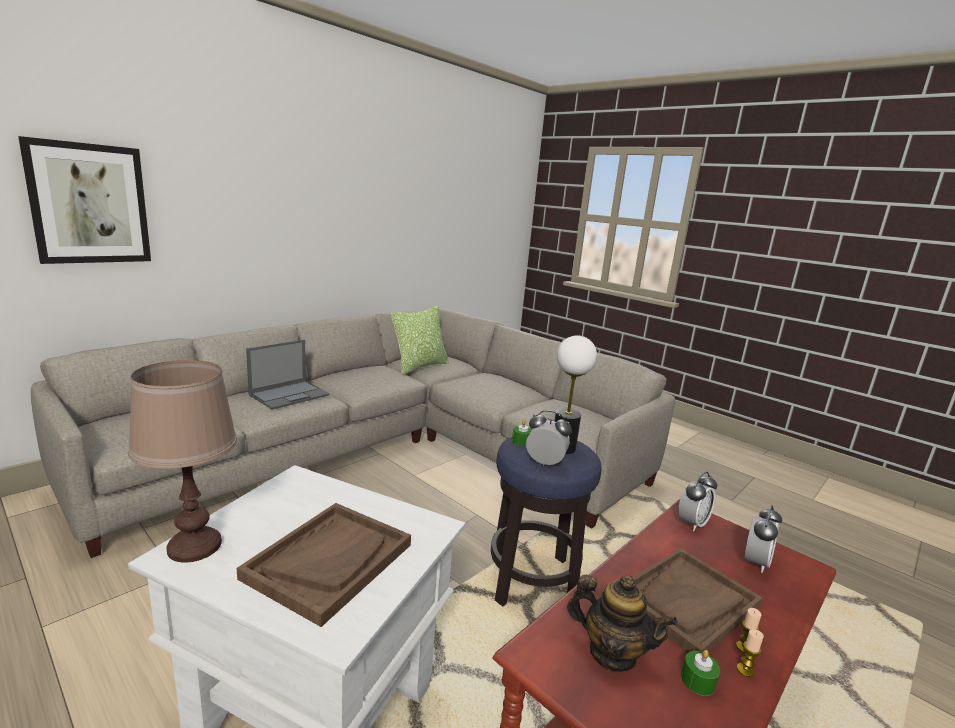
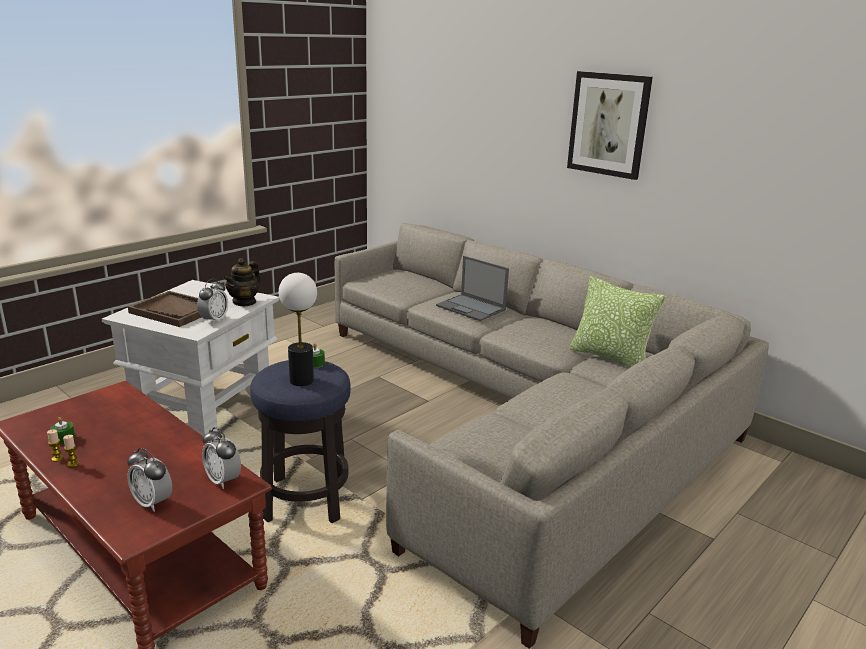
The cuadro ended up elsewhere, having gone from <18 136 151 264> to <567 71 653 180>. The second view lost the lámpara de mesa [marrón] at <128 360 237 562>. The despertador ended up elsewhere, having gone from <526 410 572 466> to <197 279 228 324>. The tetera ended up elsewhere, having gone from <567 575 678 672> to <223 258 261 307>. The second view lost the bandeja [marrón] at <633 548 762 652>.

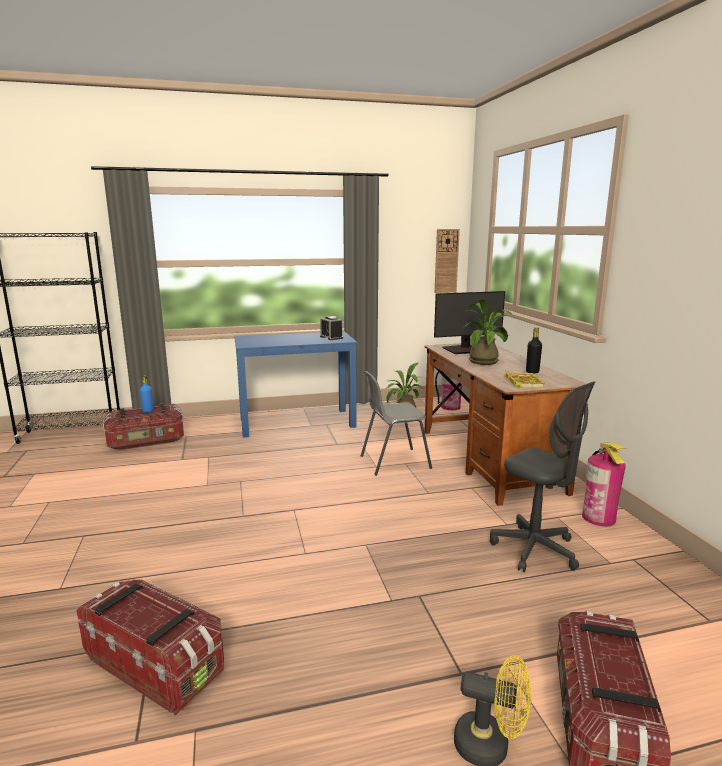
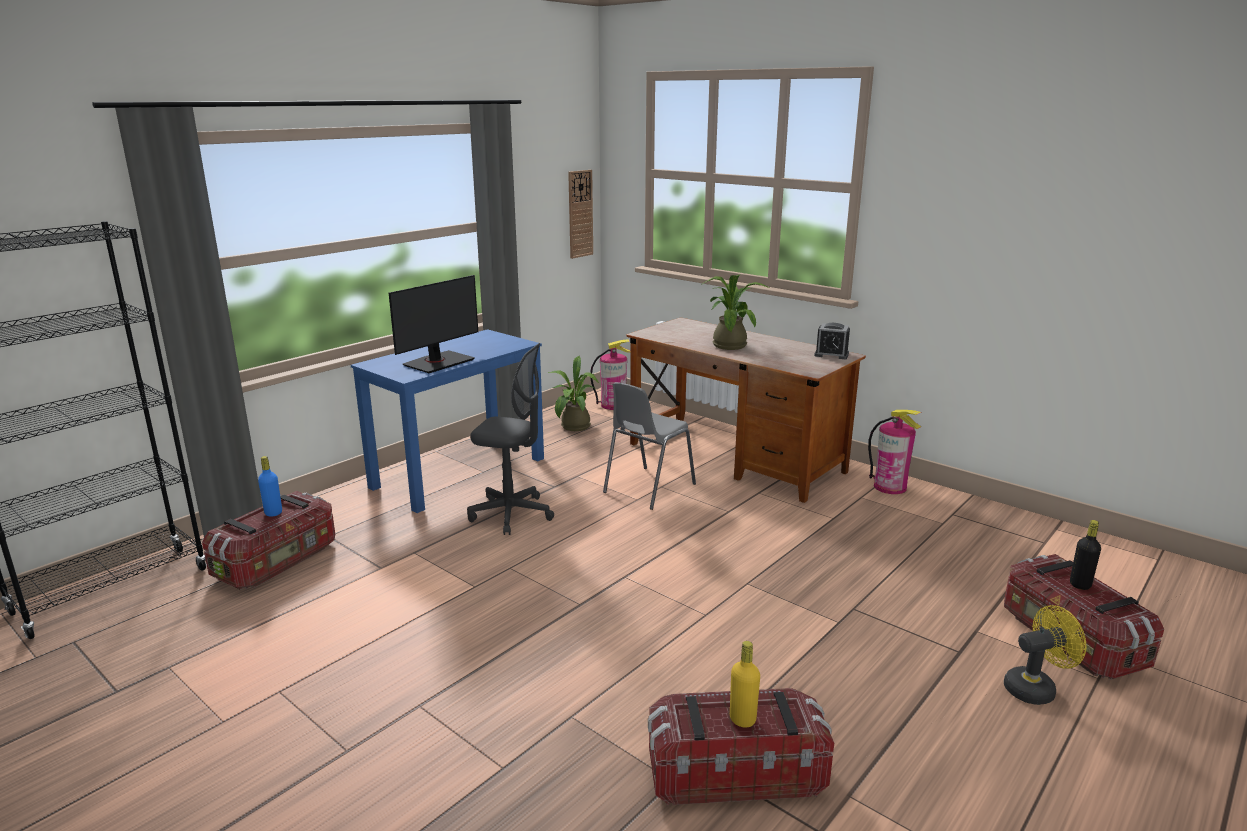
The despertador ended up elsewhere, having gone from <320 316 343 340> to <814 323 850 359>. The monitor ended up elsewhere, having gone from <434 291 505 354> to <389 275 478 373>. The silla de oficina [gris] ended up elsewhere, having gone from <490 381 595 572> to <467 343 554 535>. The second view lost the libro at <504 371 545 389>. The botella [negro] ended up elsewhere, having gone from <526 327 542 373> to <1070 520 1101 590>. The second view gained the botella [amarillo] at <730 641 760 727>.

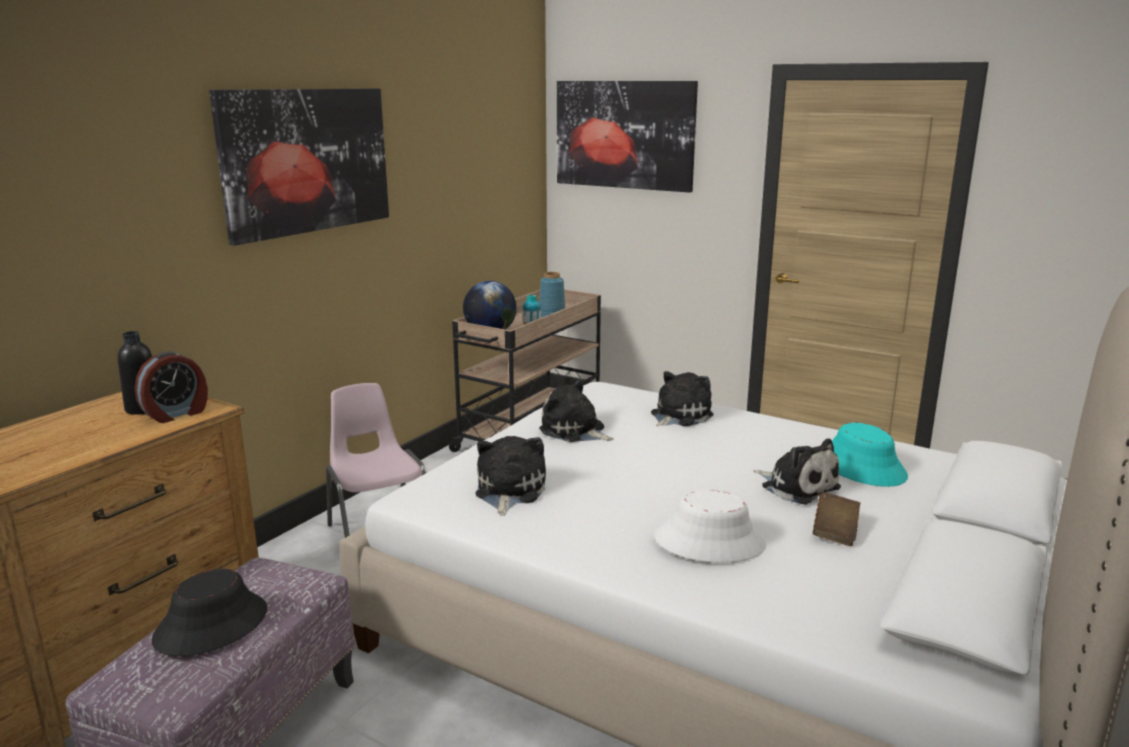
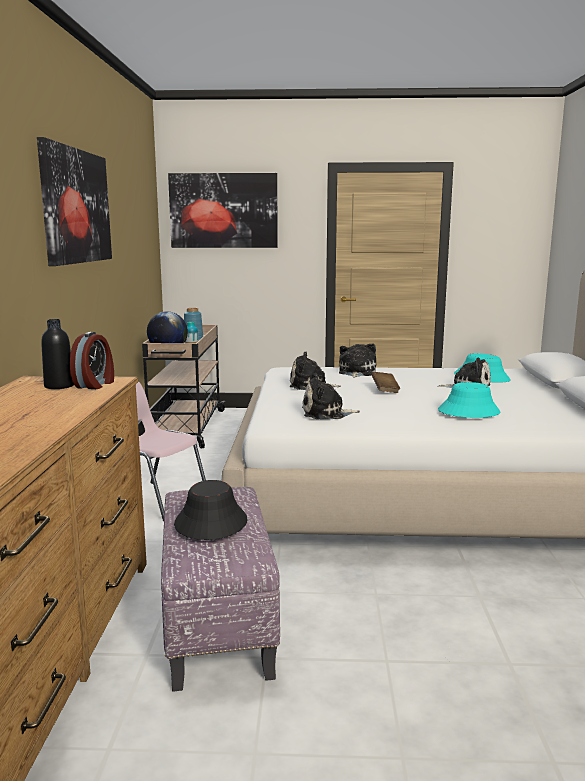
The peluche at <476 436 546 516> ended up facing another way, 75 degrees counterclockwise from before. What was the sombrero [blanco] at <654 490 766 563> turned into the sombrero [turquesa] at <438 382 500 418>. The libro [marrón] ended up elsewhere, having gone from <813 492 860 546> to <371 372 400 393>.

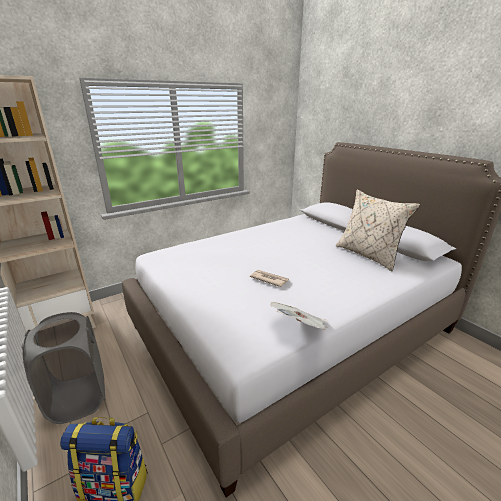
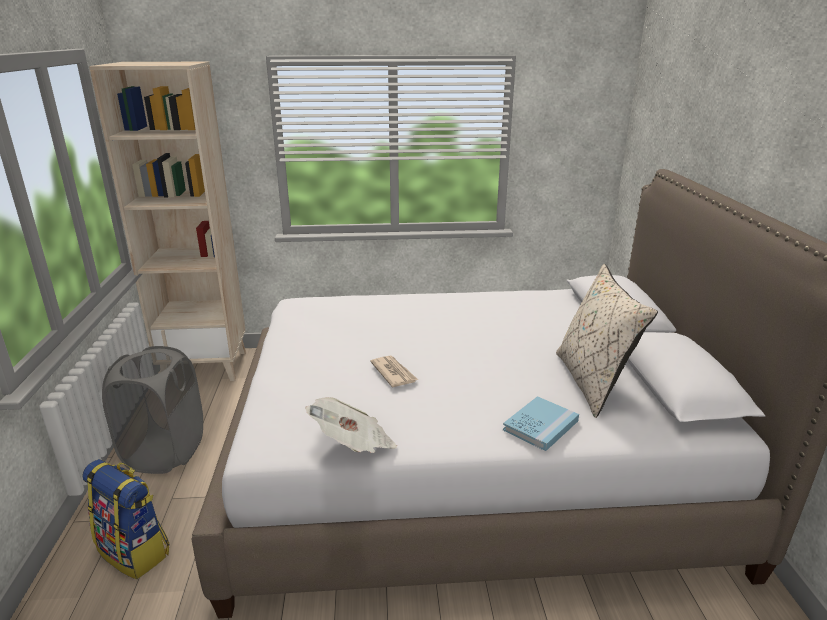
The second view gained the libro [azul] at <503 396 579 451>.

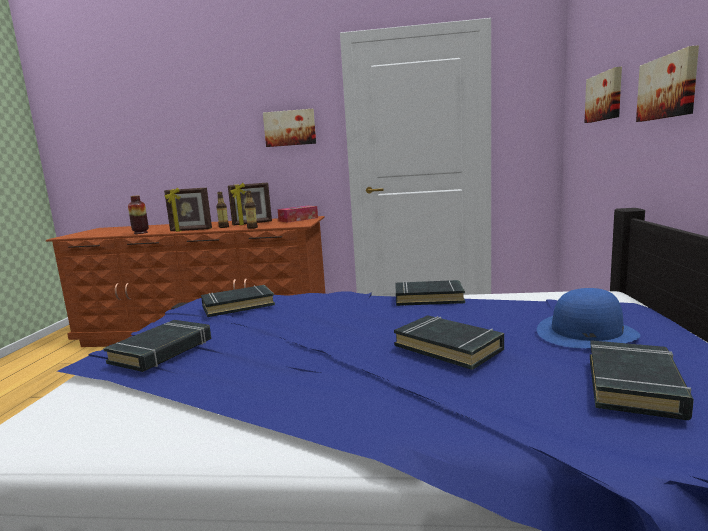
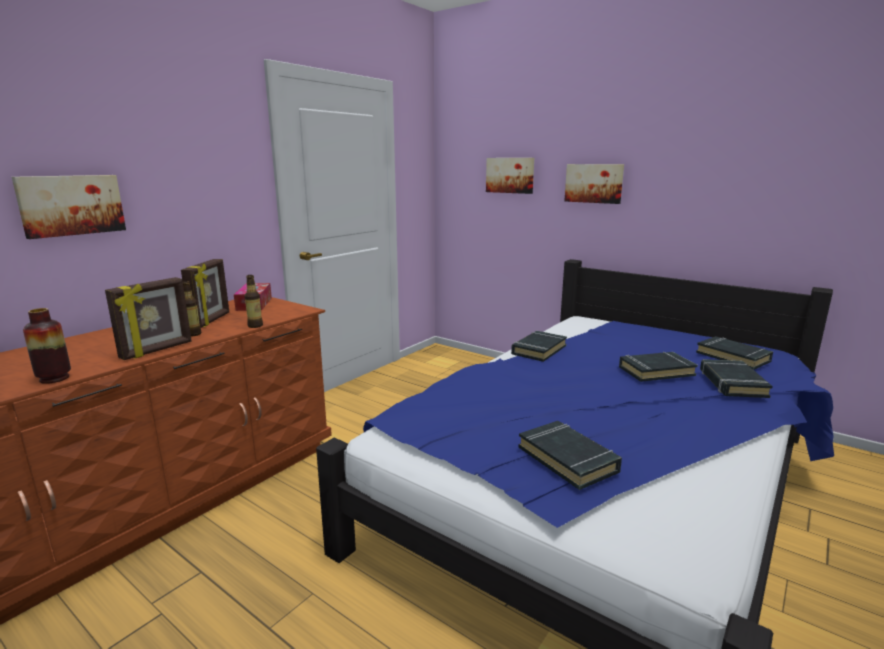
The libro [negro] ended up elsewhere, having gone from <201 285 275 317> to <700 359 773 398>. The cuadro ended up elsewhere, having gone from <263 109 316 147> to <12 175 126 239>. The second view lost the sombrero [azul] at <537 288 640 348>.

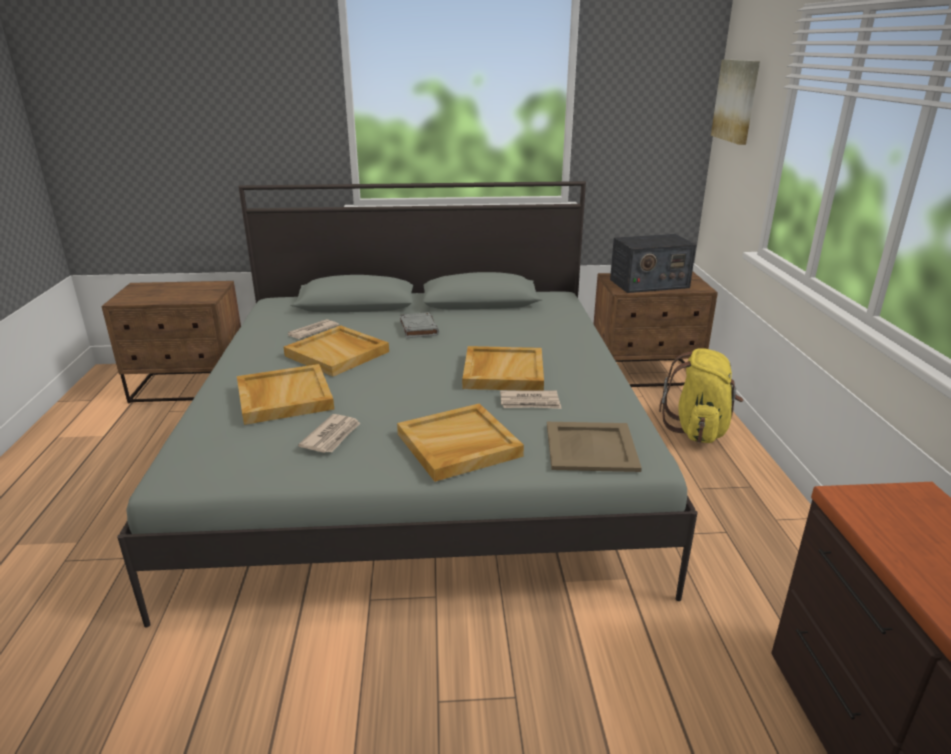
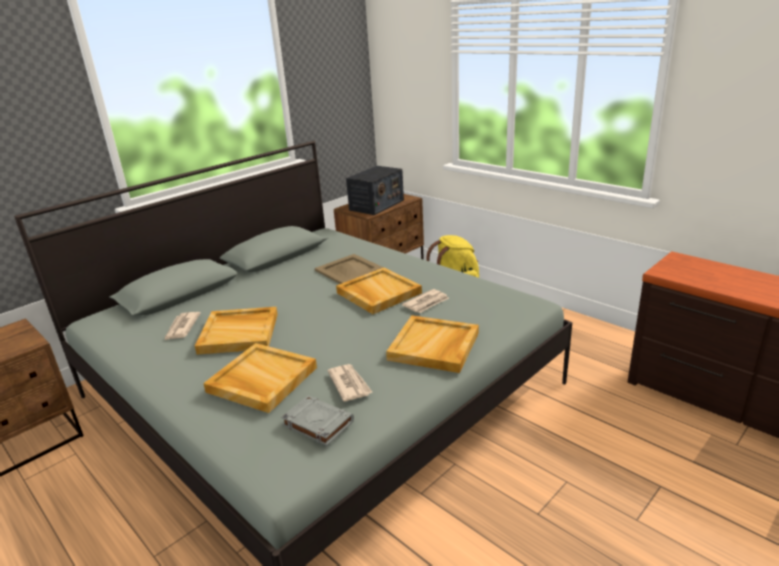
The libro [gris] ended up elsewhere, having gone from <400 312 439 338> to <281 396 354 446>. The bandeja [beis] ended up elsewhere, having gone from <547 422 642 472> to <315 254 384 284>. The second view lost the cuadro at <711 59 760 145>.

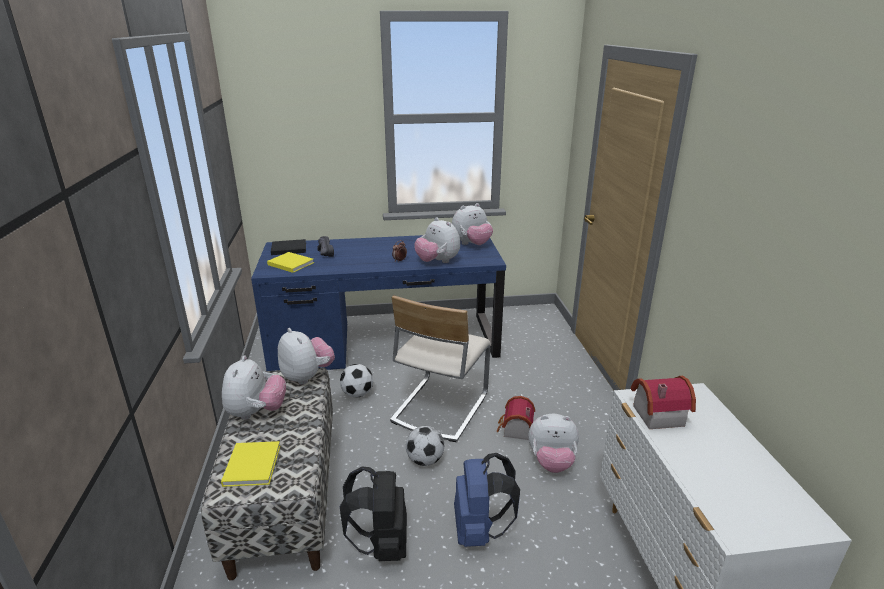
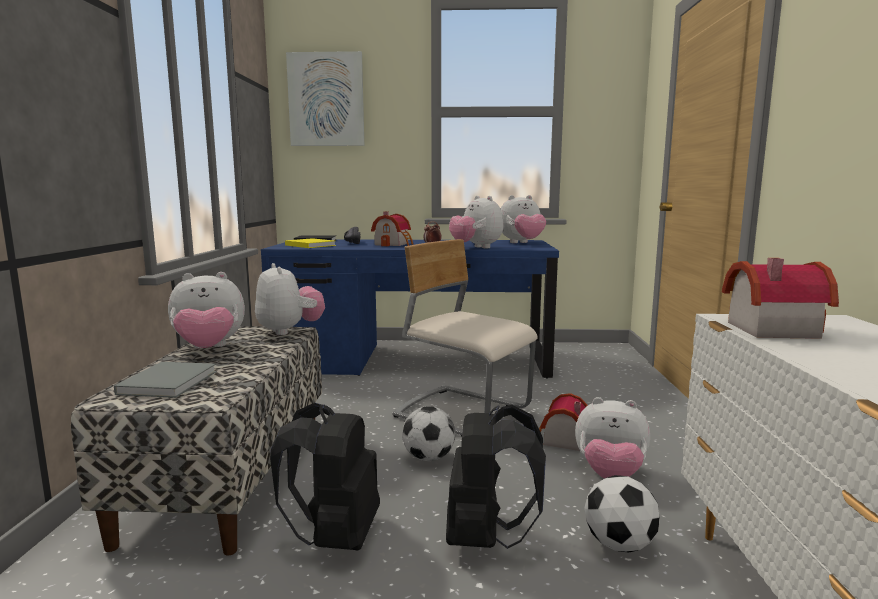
What was the libro [amarillo] at <221 441 280 487> turned into the libro [gris] at <114 362 217 398>. The peluche at <222 356 286 420> ended up facing another way, 60 degrees clockwise from before. The balón de fútbol ended up elsewhere, having gone from <340 364 373 397> to <584 475 660 553>. The silla [beis] at <390 295 491 442> ended up facing another way, 90 degrees clockwise from before. What was the mochila [azul] at <454 453 520 547> turned into the mochila [negro] at <446 405 546 549>. The second view gained the cuadro at <286 51 364 146>. The second view gained the casita at <371 212 413 246>.

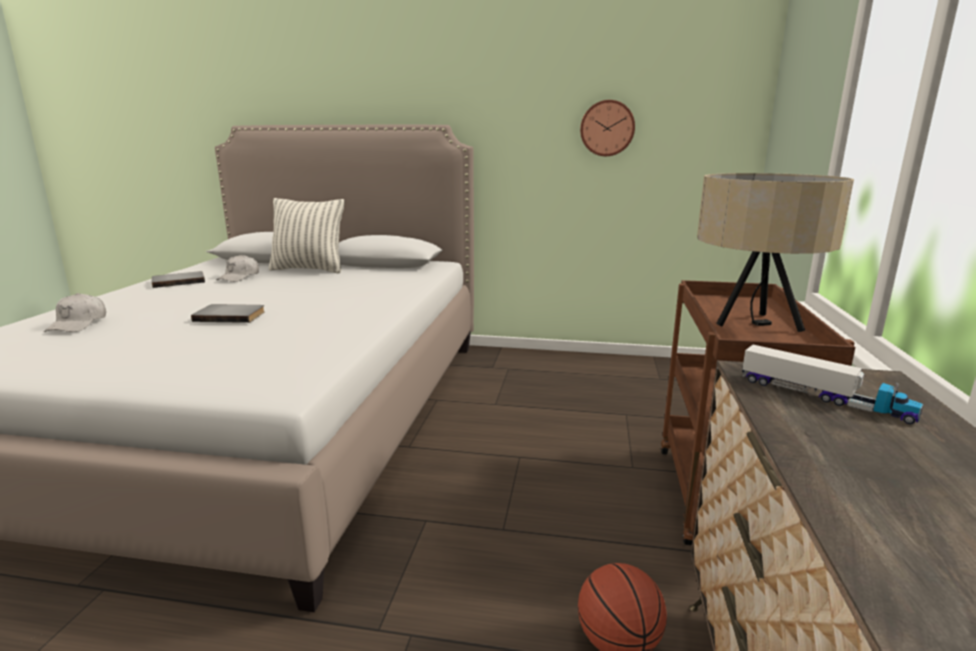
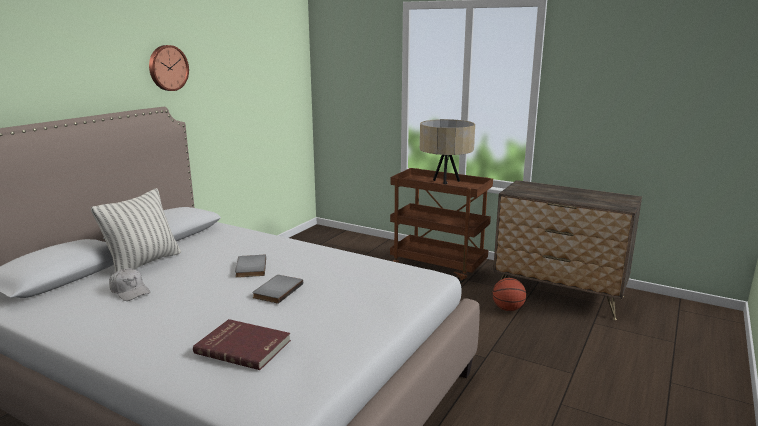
Where the gorra [blanco] stood at <44 293 106 332>, the libro [rojo] came to stand at <193 319 291 370>. The libro [gris] ended up elsewhere, having gone from <152 271 205 288> to <235 255 266 278>. The reloj de pared ended up elsewhere, having gone from <580 100 635 156> to <149 45 189 91>. The second view lost the camión de juguete at <742 345 923 424>.

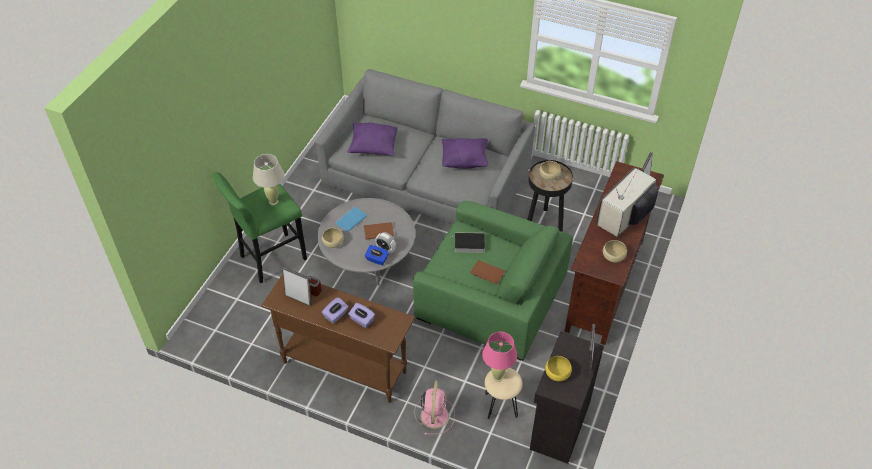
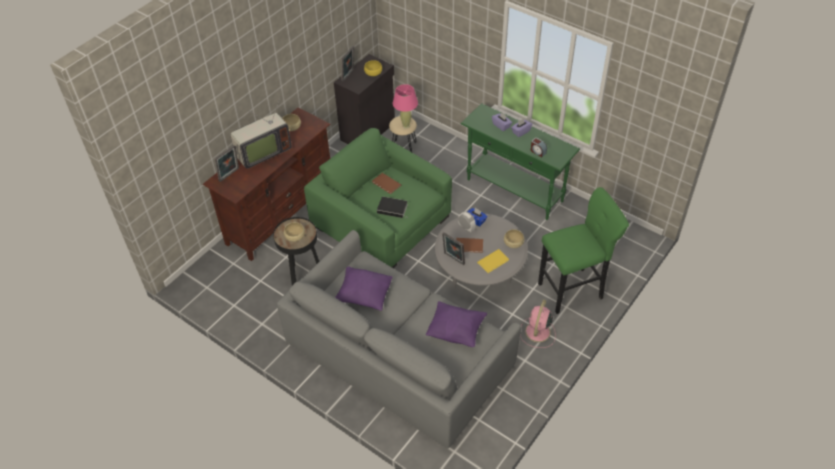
The second view lost the lámpara de mesa [beis] at <253 154 284 205>. What was the mesa consola [marrón] at <261 274 415 403> turned into the mesa consola [verde] at <461 103 580 220>. The portarretratos ended up elsewhere, having gone from <282 267 312 306> to <442 232 465 265>. What was the libro [azul] at <336 207 367 232> turned into the libro [amarillo] at <477 249 509 273>. The ventilador [rosa] ended up elsewhere, having gone from <414 380 455 435> to <520 300 556 348>.

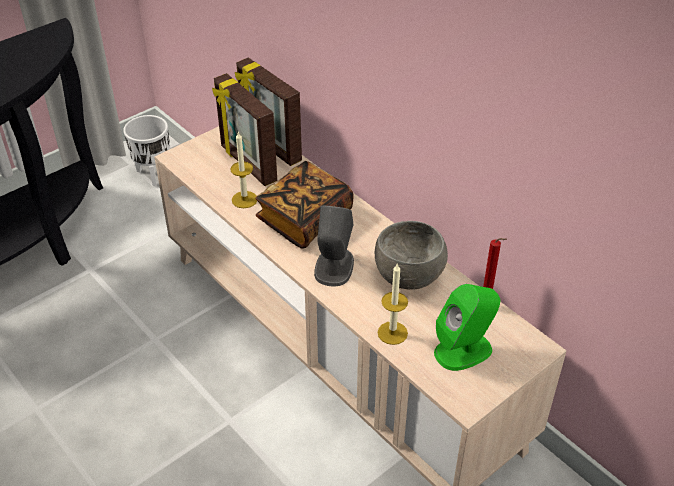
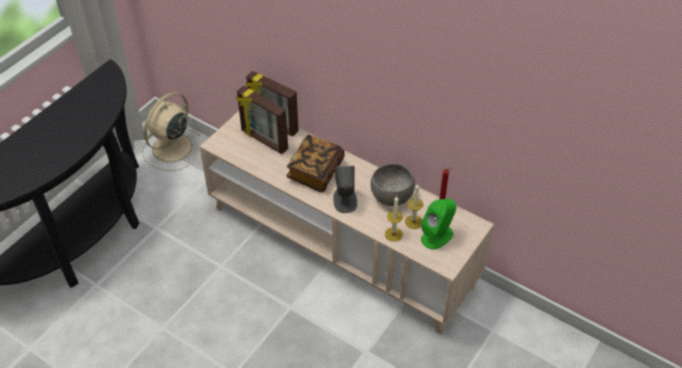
Where the maceta [blanco] stood at <123 115 170 186>, the ventilador [beis] came to stand at <142 92 200 171>. The vela ended up elsewhere, having gone from <230 132 257 208> to <405 184 423 229>.

